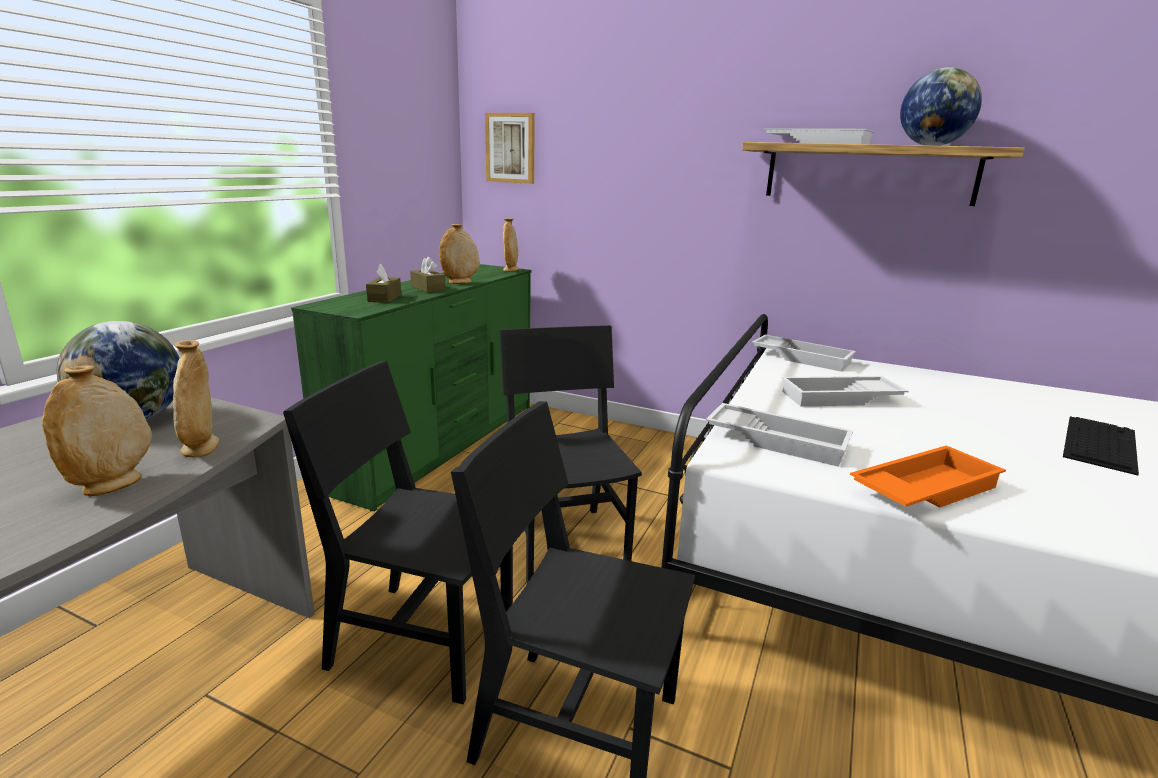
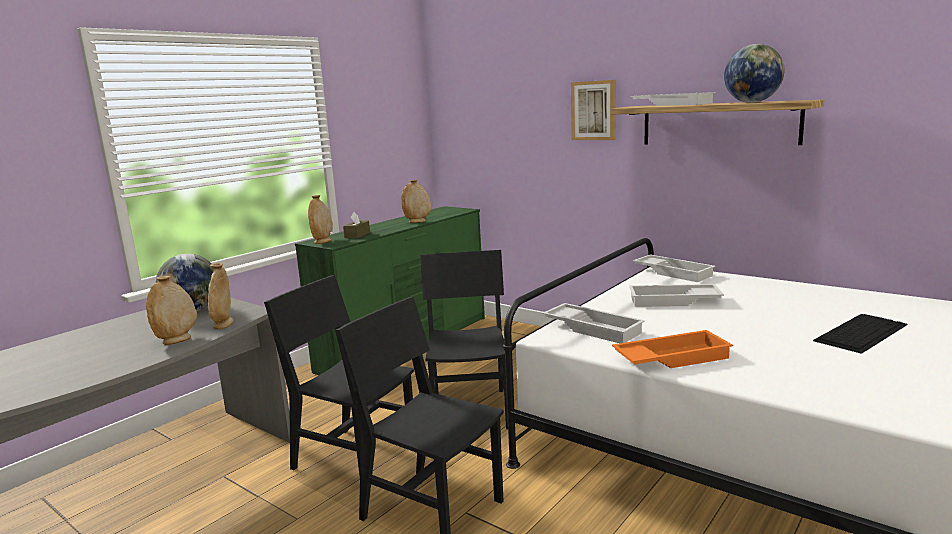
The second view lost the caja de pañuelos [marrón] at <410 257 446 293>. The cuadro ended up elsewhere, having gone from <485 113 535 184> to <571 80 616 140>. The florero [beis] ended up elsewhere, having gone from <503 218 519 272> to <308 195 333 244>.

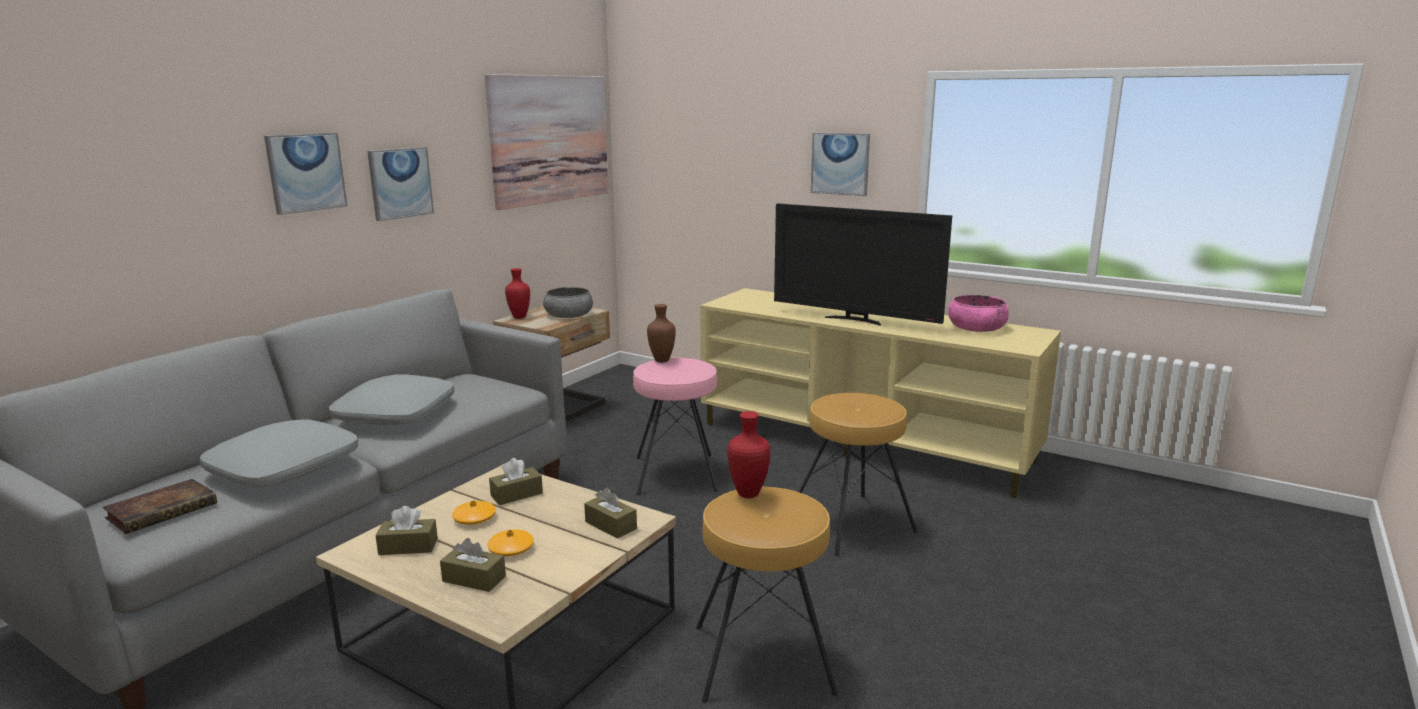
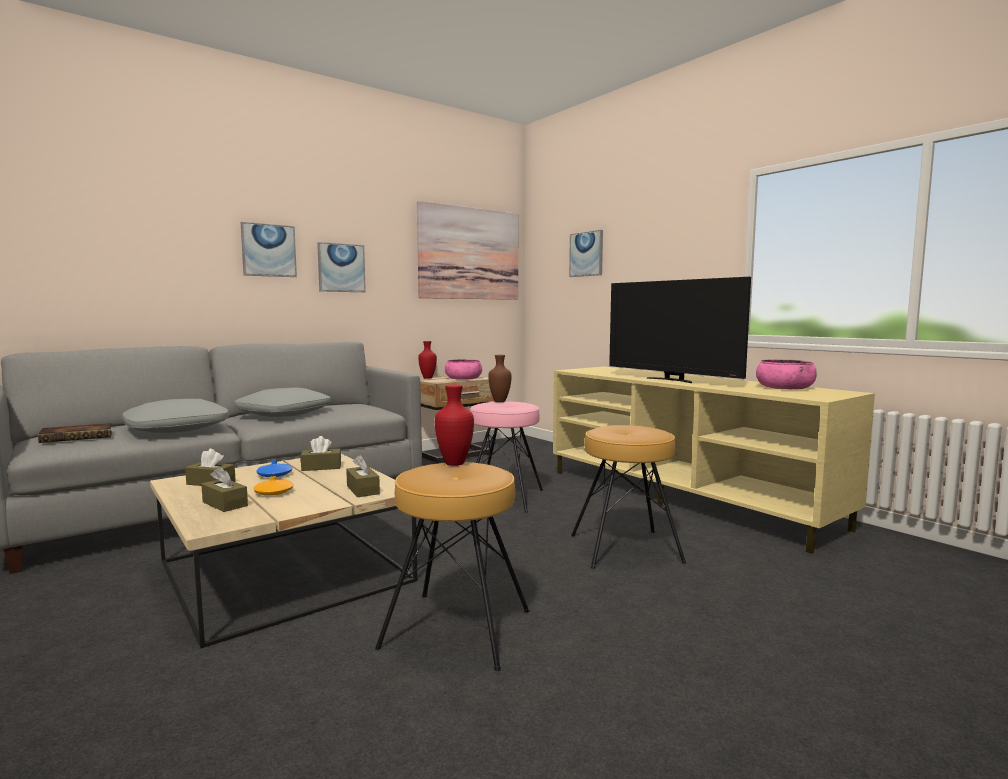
What was the florero [naranja] at <452 500 496 525> turned into the florero [azul] at <256 460 292 477>. What was the cuenco [gris] at <543 287 593 318> turned into the cuenco [rosa] at <445 359 482 380>. The cuadro ended up elsewhere, having gone from <811 133 870 196> to <569 230 603 277>.

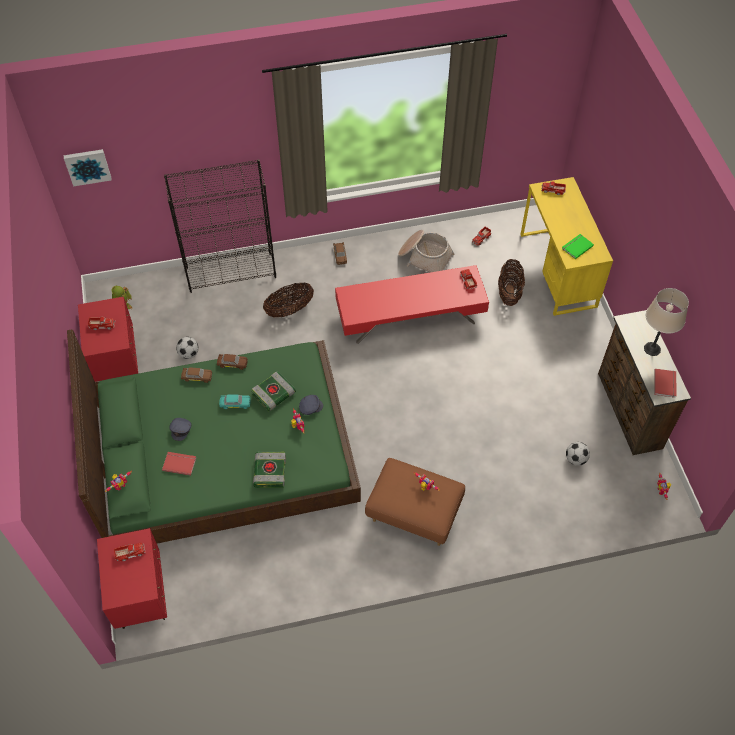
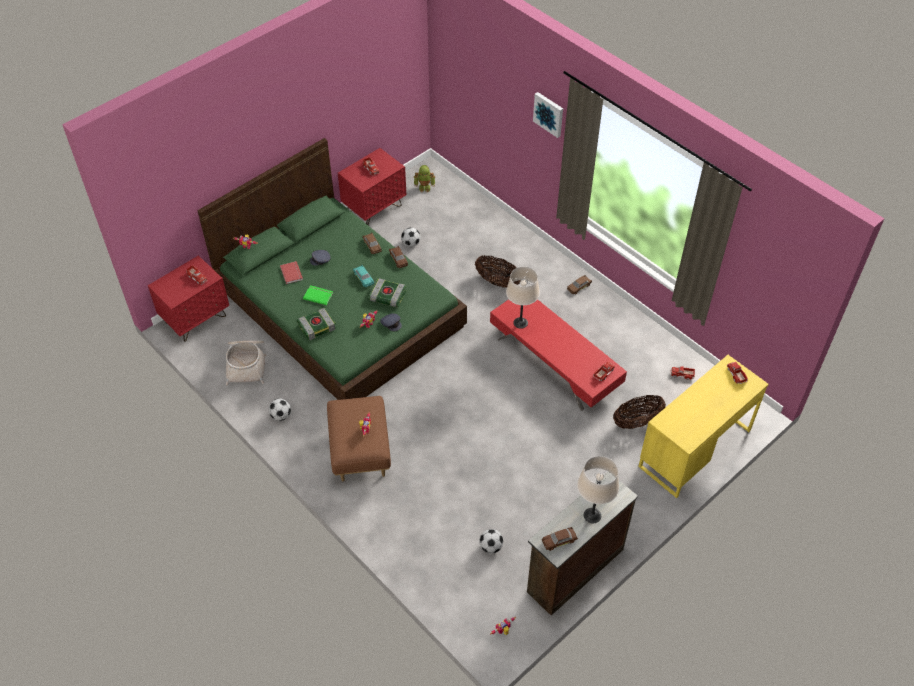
The cuadro ended up elsewhere, having gone from <64 149 112 187> to <533 92 563 138>. The second view lost the estantería [negro] at <164 159 276 293>. The cesta ended up elsewhere, having gone from <398 230 454 272> to <226 341 266 385>. The libro [verde] ended up elsewhere, having gone from <562 234 594 259> to <303 285 333 305>. Where the libro [rojo] stood at <654 369 677 398>, the coche de juguete [marrón] came to stand at <542 527 578 551>. The second view gained the balón de fútbol at <269 398 291 421>. The second view gained the lámpara de mesa [beis] at <506 267 540 329>.

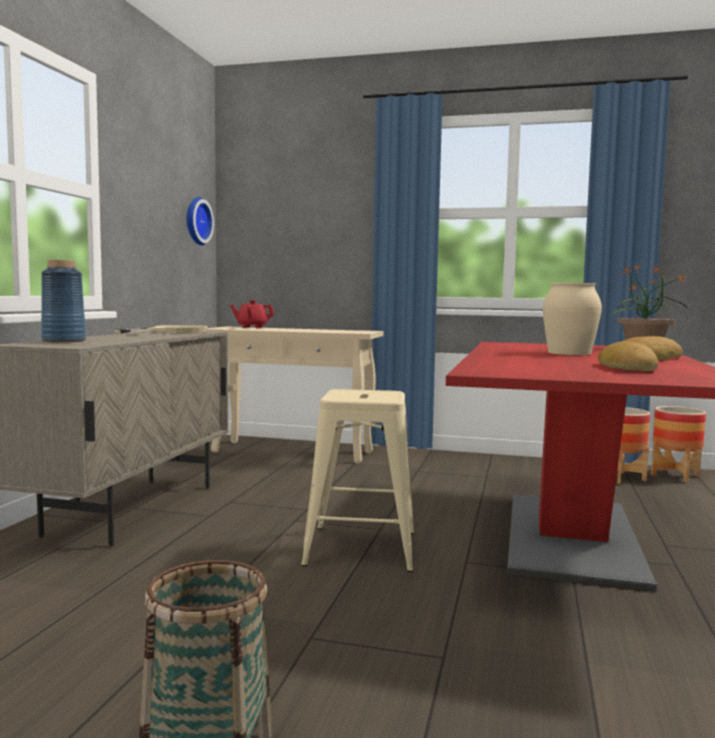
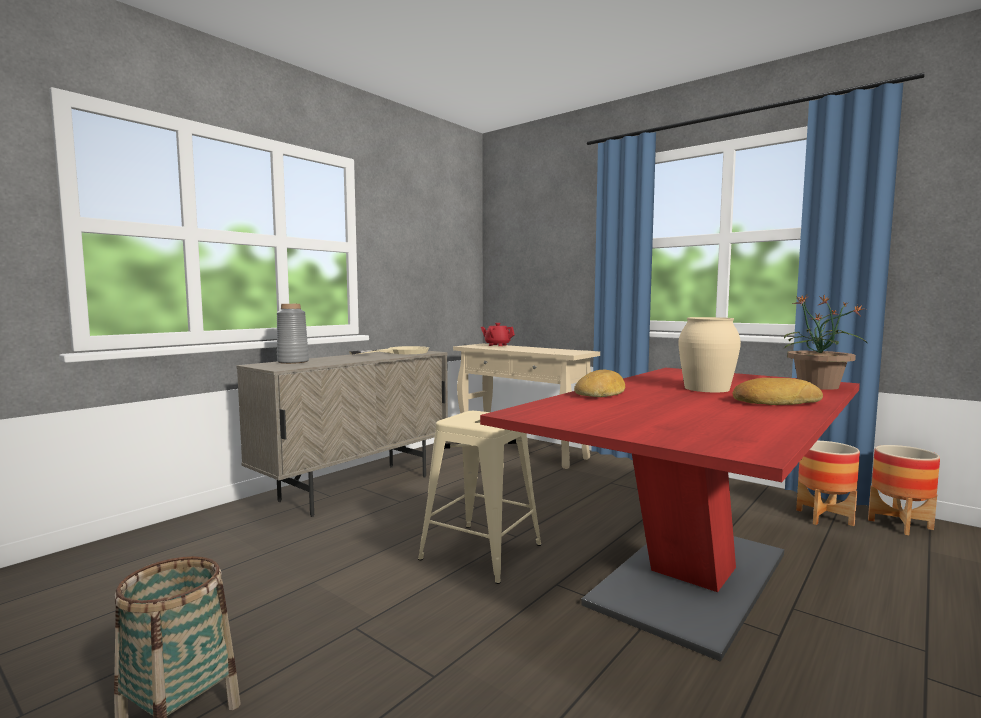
What was the florero [azul] at <41 260 86 343> turned into the florero [gris] at <277 304 309 364>. The second view lost the reloj de pared at <187 197 214 245>. The pan ended up elsewhere, having gone from <598 341 658 371> to <574 370 625 397>.

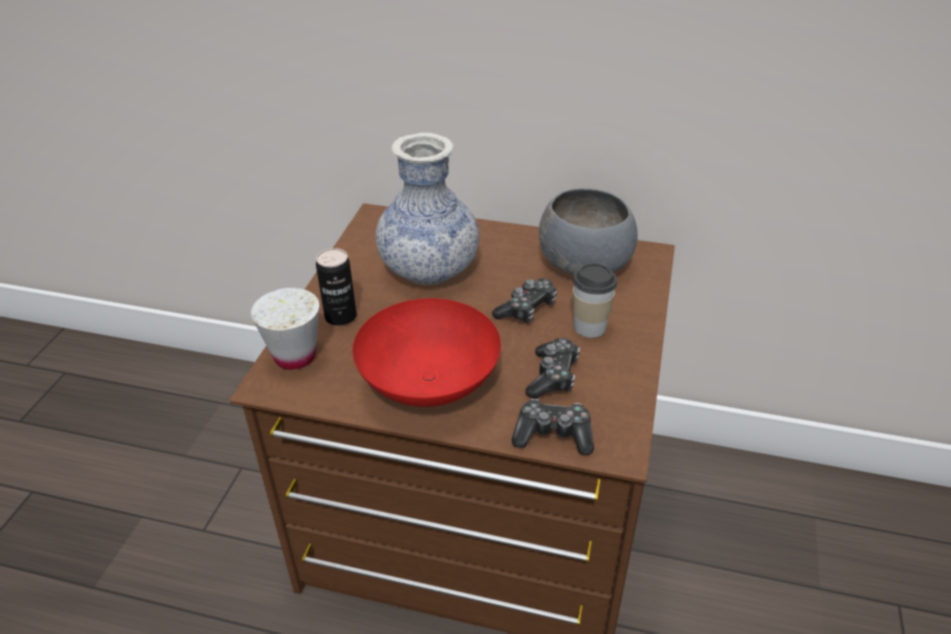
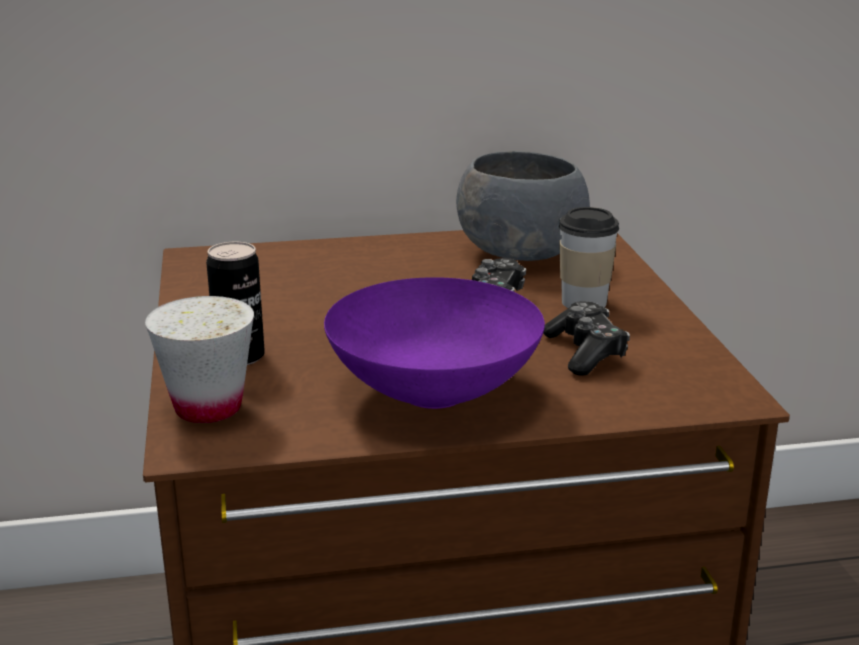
What was the cuenco [rojo] at <352 298 501 407> turned into the cuenco [morado] at <324 277 545 409>. The second view lost the florero at <376 133 479 285>. The second view lost the mando de consola at <511 399 594 455>.

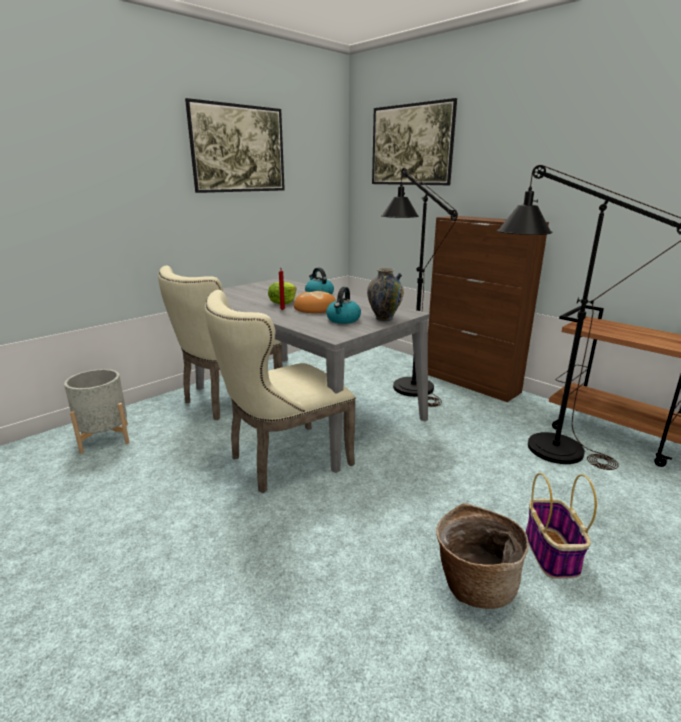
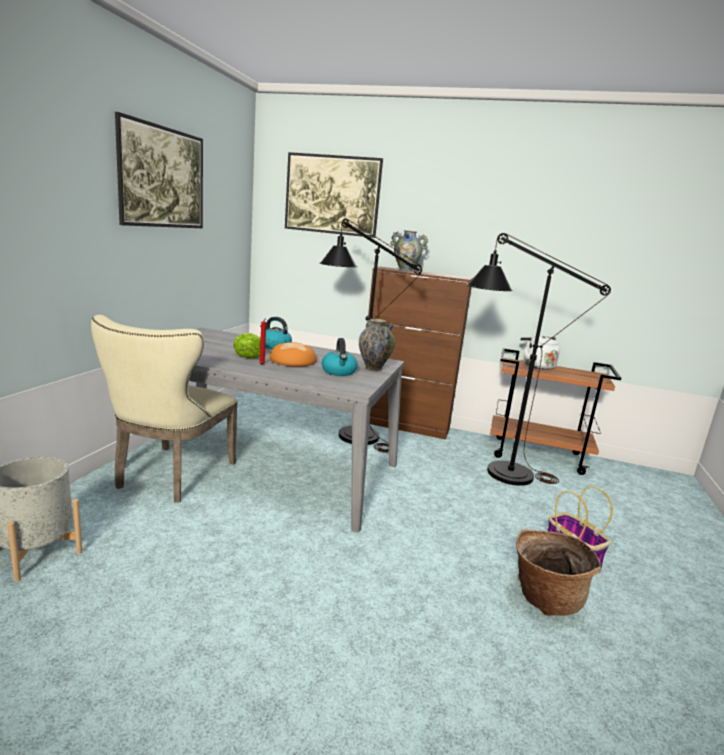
The second view lost the silla [beis] at <205 290 356 493>. The second view gained the florero at <390 230 428 272>. The second view gained the hervidor [blanco] at <521 335 560 370>.

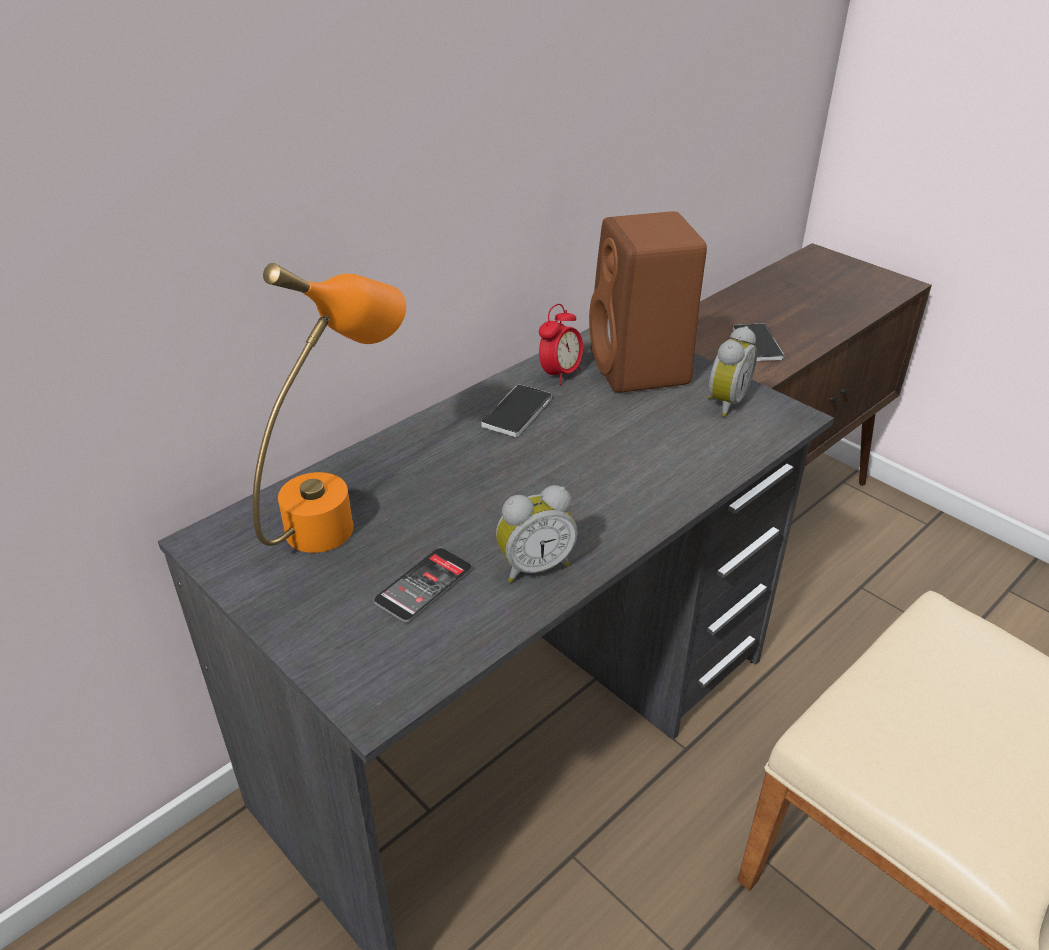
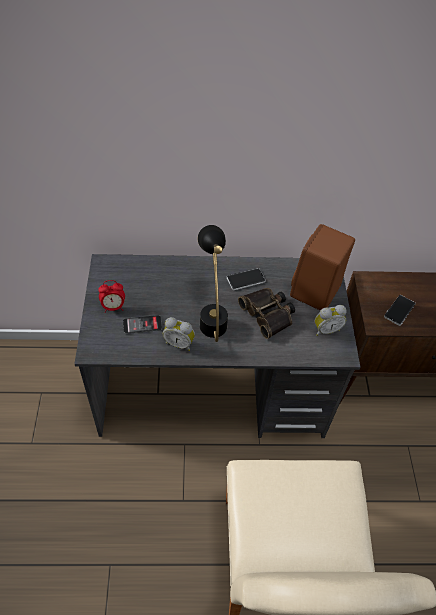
The second view lost the lámpara de mesa [naranja] at <253 263 406 553>. The despertador ended up elsewhere, having gone from <539 304 583 385> to <98 280 125 313>. The second view gained the lámpara de mesa [negro] at <198 225 228 342>. The second view gained the prismáticos at <238 288 295 339>.

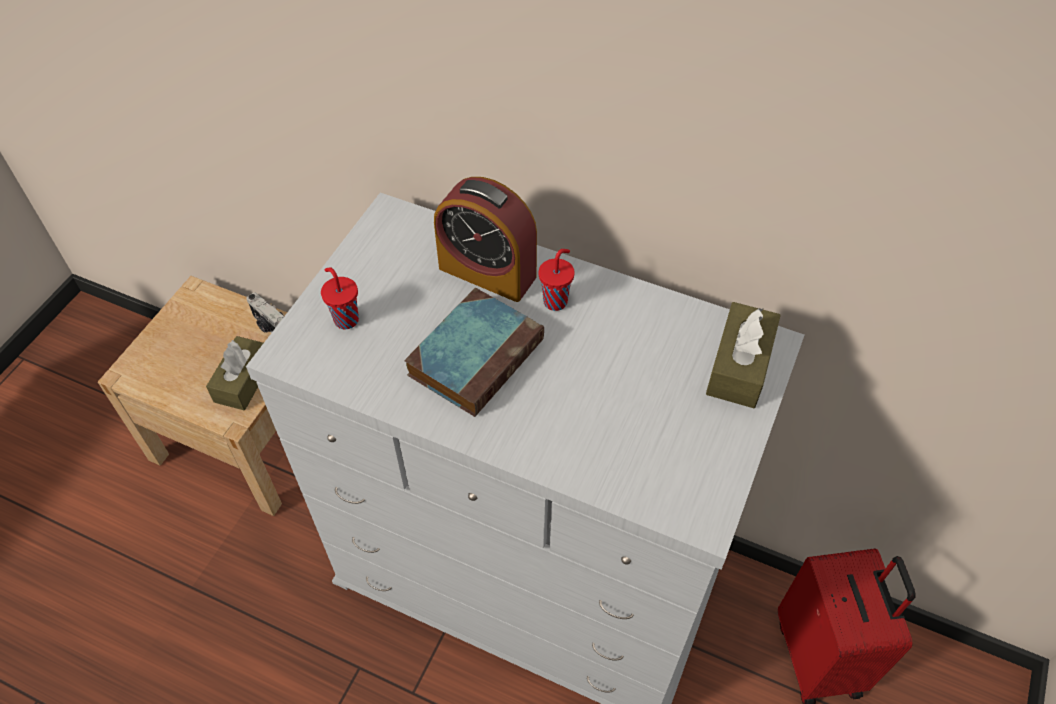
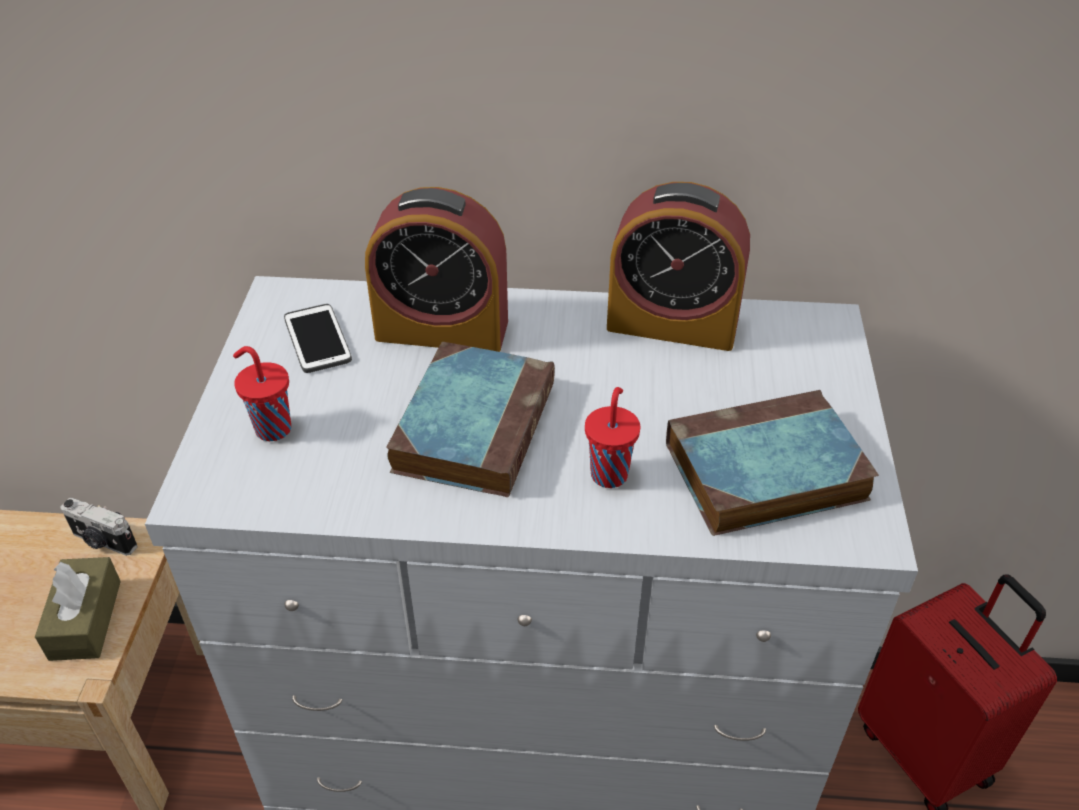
The taza [rojo] ended up elsewhere, having gone from <539 249 575 311> to <585 387 641 488>. The second view lost the caja de pañuelos [marrón] at <706 302 781 408>. The second view gained the móvil at <284 304 352 373>. The second view gained the despertador at <607 182 750 351>. The second view gained the libro at <666 390 879 536>.

